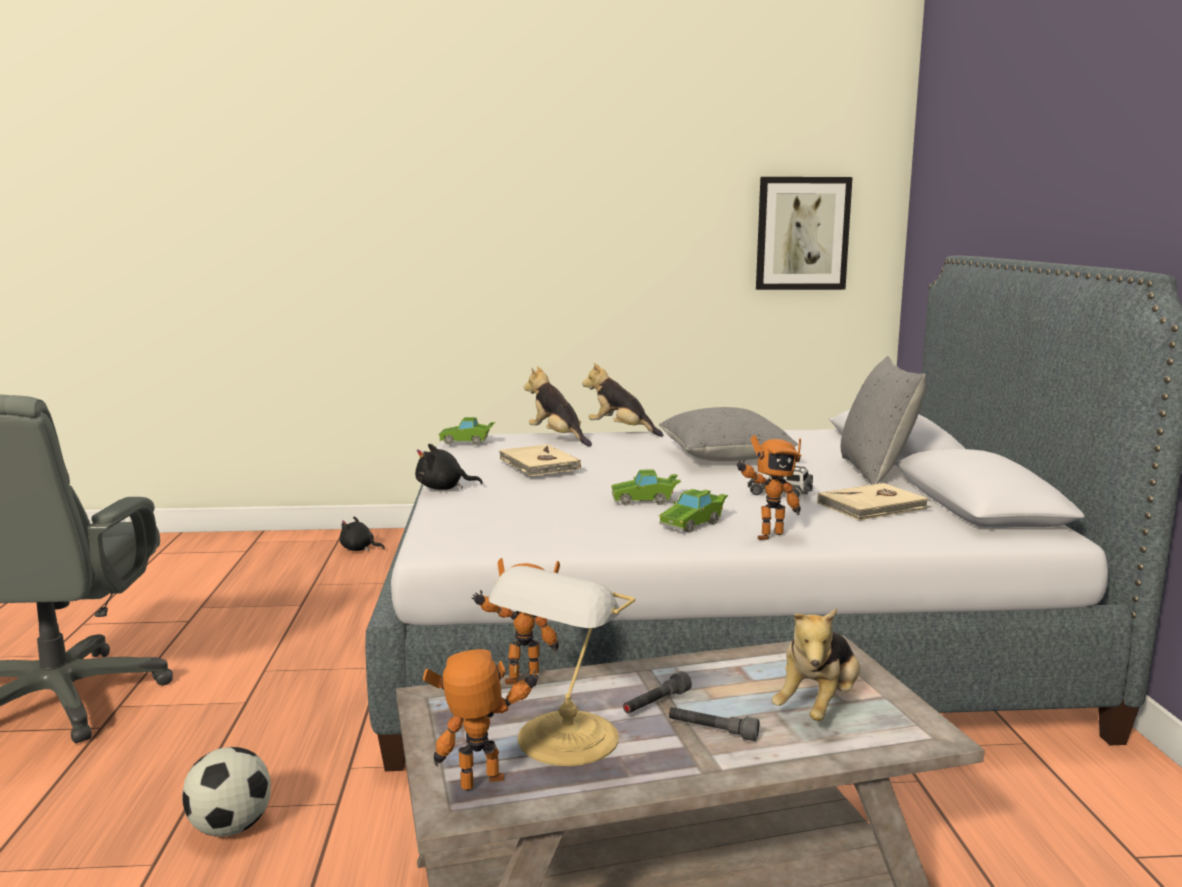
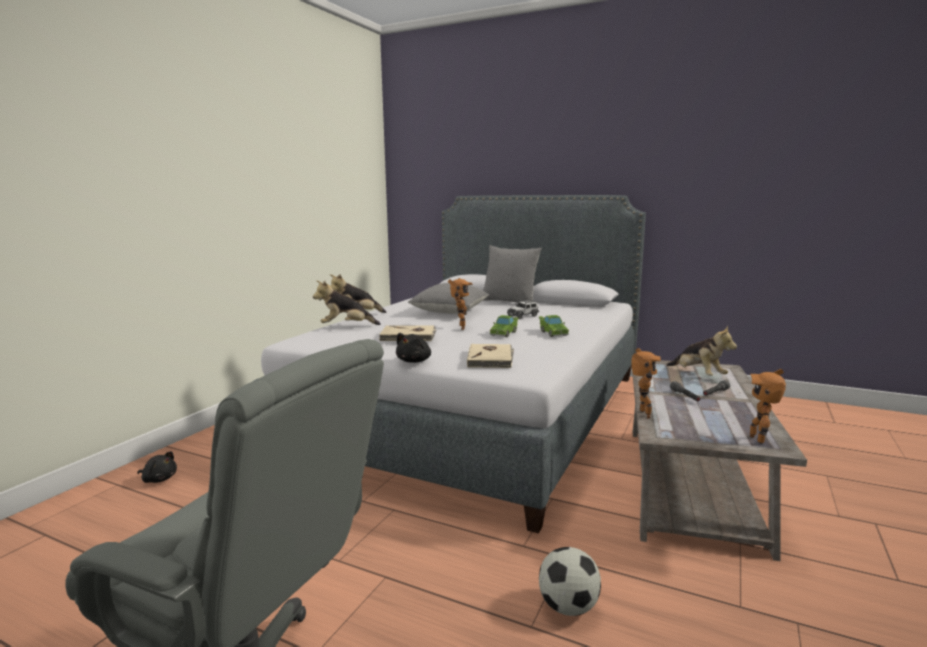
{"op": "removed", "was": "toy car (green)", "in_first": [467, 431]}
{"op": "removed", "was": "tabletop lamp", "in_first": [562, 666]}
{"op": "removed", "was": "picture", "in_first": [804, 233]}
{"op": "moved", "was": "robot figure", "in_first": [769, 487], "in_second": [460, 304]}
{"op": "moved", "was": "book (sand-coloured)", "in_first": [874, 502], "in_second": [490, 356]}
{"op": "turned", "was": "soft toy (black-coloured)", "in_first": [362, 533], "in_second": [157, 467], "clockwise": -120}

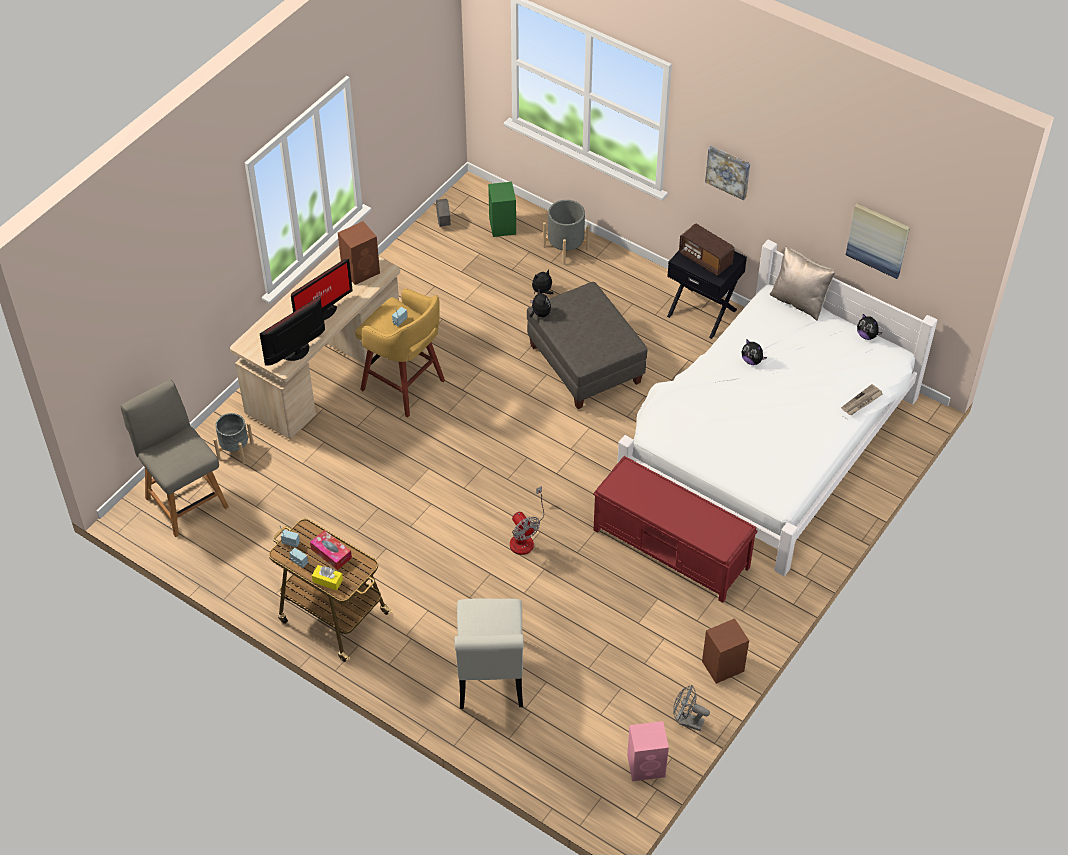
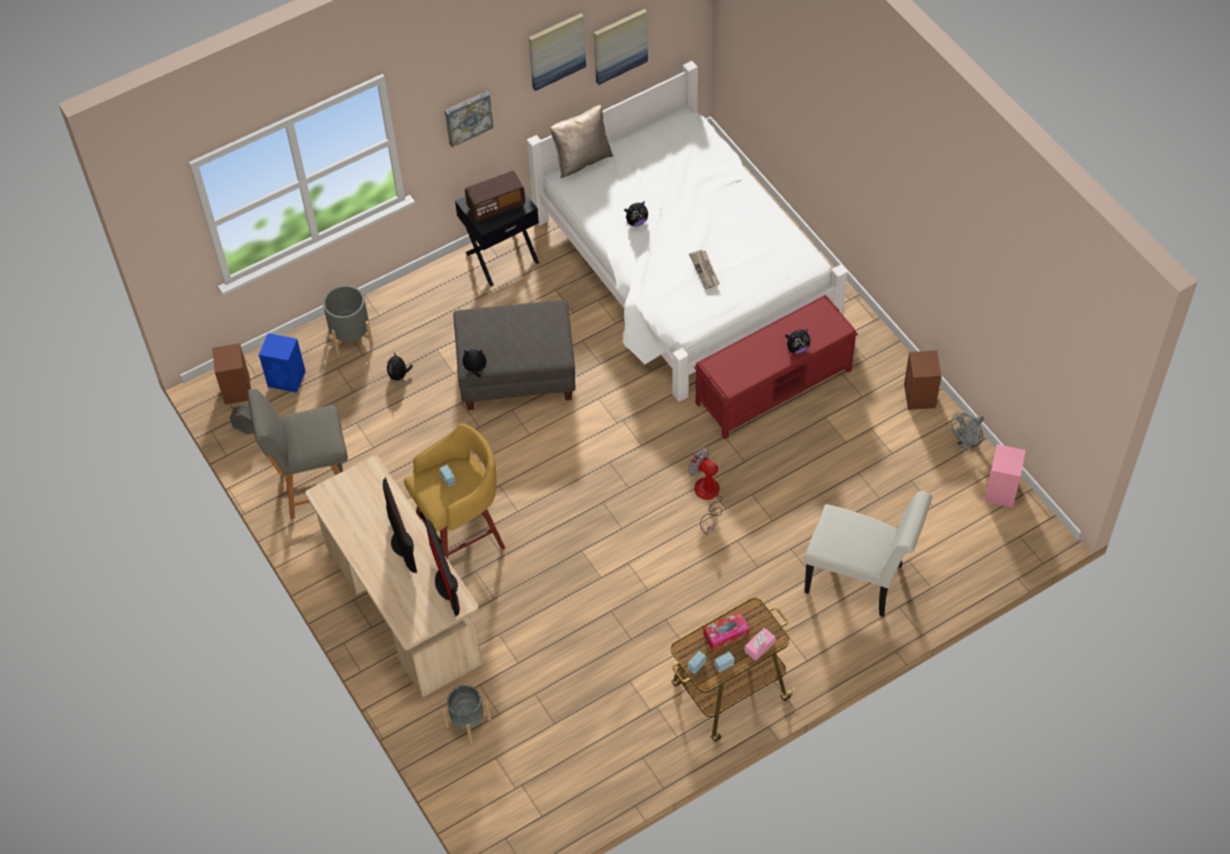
{"op": "added", "now": "picture", "in_second": [557, 52]}
{"op": "moved", "was": "upright chair (grey)", "in_first": [175, 458], "in_second": [297, 454]}
{"op": "moved", "was": "audio speaker (brownish)", "in_first": [359, 253], "in_second": [231, 374]}
{"op": "moved", "was": "printed paper", "in_first": [862, 399], "in_second": [704, 269]}
{"op": "moved", "was": "soft toy", "in_first": [869, 327], "in_second": [797, 341]}
{"op": "recoloured", "was": "tissue holder (yellowish)", "now": "tissue holder (pink)", "in_first": [327, 578], "in_second": [760, 644]}
{"op": "recoloured", "was": "audio speaker (green)", "now": "audio speaker (blue)", "in_first": [502, 209], "in_second": [282, 363]}
{"op": "turned", "was": "fan", "in_first": [527, 520], "in_second": [705, 491], "clockwise": -135}

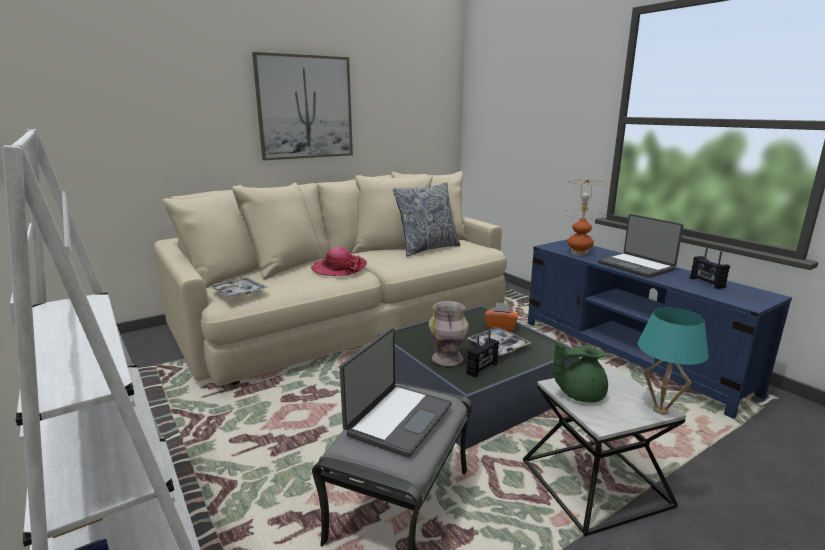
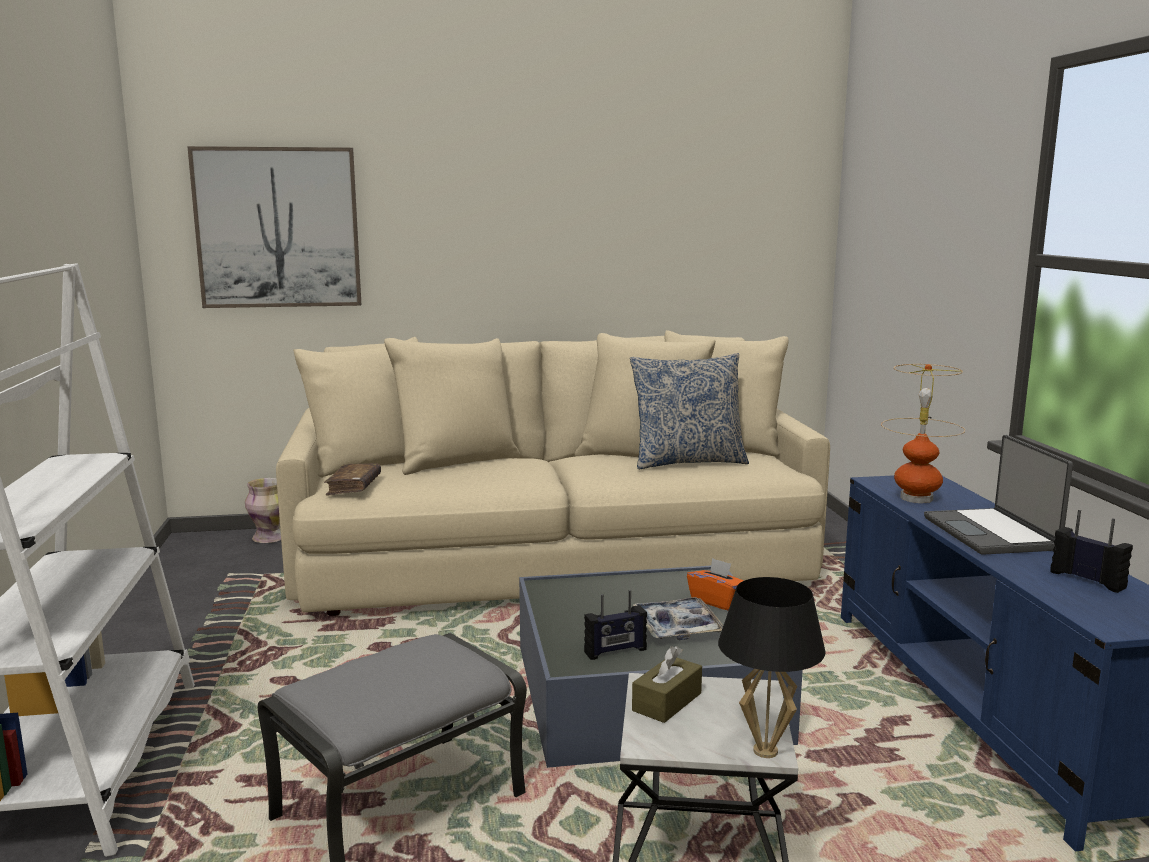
{"op": "removed", "was": "clothing hat", "in_first": [339, 261]}
{"op": "removed", "was": "notebook computer", "in_first": [396, 393]}
{"op": "moved", "was": "picture", "in_first": [302, 106], "in_second": [274, 227]}
{"op": "moved", "was": "vase", "in_first": [448, 333], "in_second": [263, 510]}
{"op": "replaced", "was": "carrying tray", "now": "book (brownish)", "in_first": [238, 288], "in_second": [352, 479]}
{"op": "replaced", "was": "pot for tea (green)", "now": "tissue holder (brownish)", "in_first": [580, 372], "in_second": [667, 684]}
{"op": "recoloured", "was": "tabletop lamp (blue-green)", "now": "tabletop lamp (black-coloured)", "in_first": [673, 361], "in_second": [771, 667]}
{"op": "turned", "was": "radio", "in_first": [710, 268], "in_second": [1091, 551], "clockwise": 135}

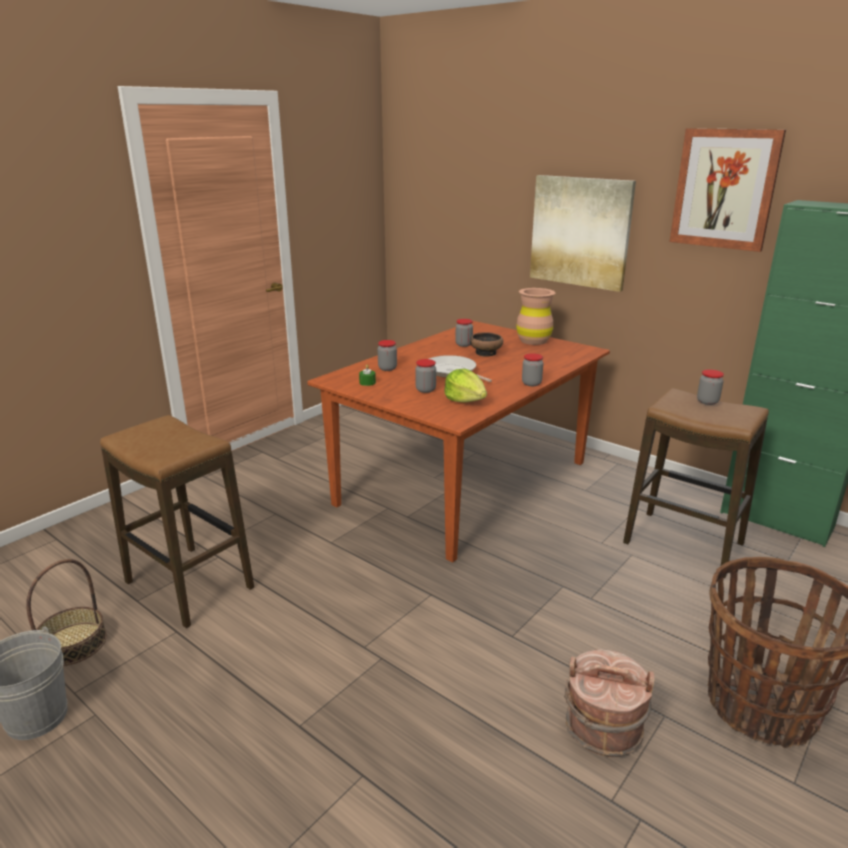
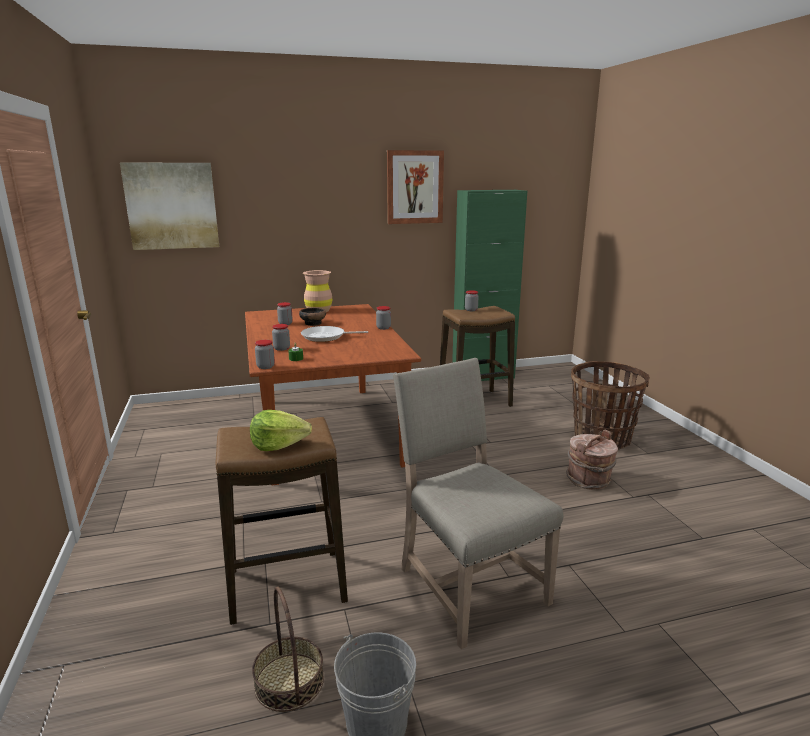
{"op": "added", "now": "upright chair (sand-coloured)", "in_second": [478, 503]}
{"op": "moved", "was": "jar", "in_first": [425, 376], "in_second": [265, 354]}
{"op": "moved", "was": "head of lettuce", "in_first": [465, 385], "in_second": [281, 430]}
{"op": "moved", "was": "picture", "in_first": [583, 233], "in_second": [169, 206]}

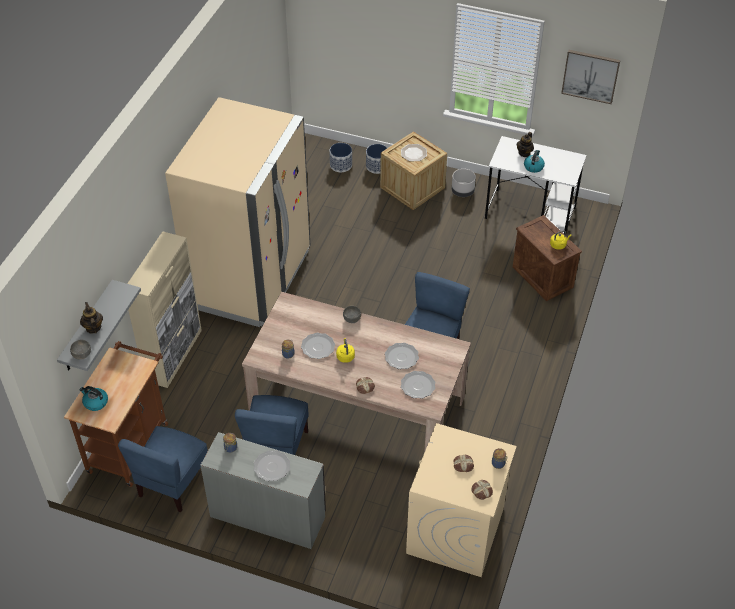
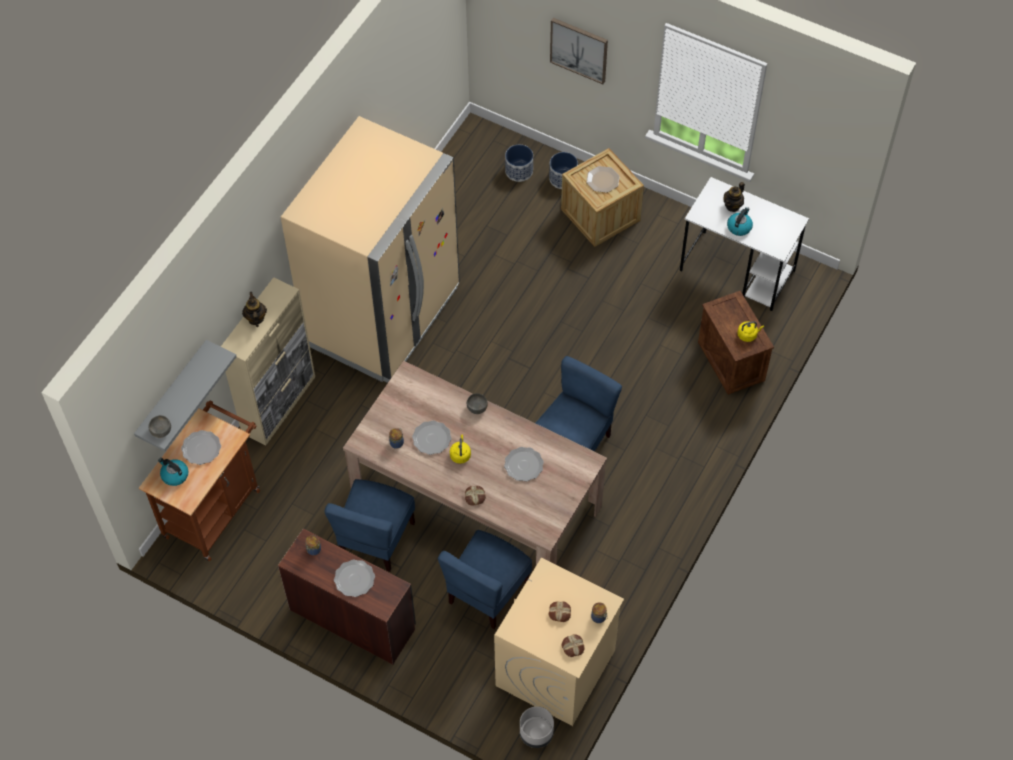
{"op": "moved", "was": "pot for tea", "in_first": [91, 317], "in_second": [254, 309]}
{"op": "moved", "was": "upright chair (blue)", "in_first": [163, 469], "in_second": [485, 579]}
{"op": "moved", "was": "plate", "in_first": [418, 385], "in_second": [201, 447]}
{"op": "moved", "was": "plant pot (grey)", "in_first": [464, 183], "in_second": [537, 727]}
{"op": "moved", "was": "picture", "in_first": [590, 77], "in_second": [579, 51]}
{"op": "recoloured", "was": "desk table (grey)", "now": "desk table (brownish)", "in_first": [263, 490], "in_second": [347, 596]}

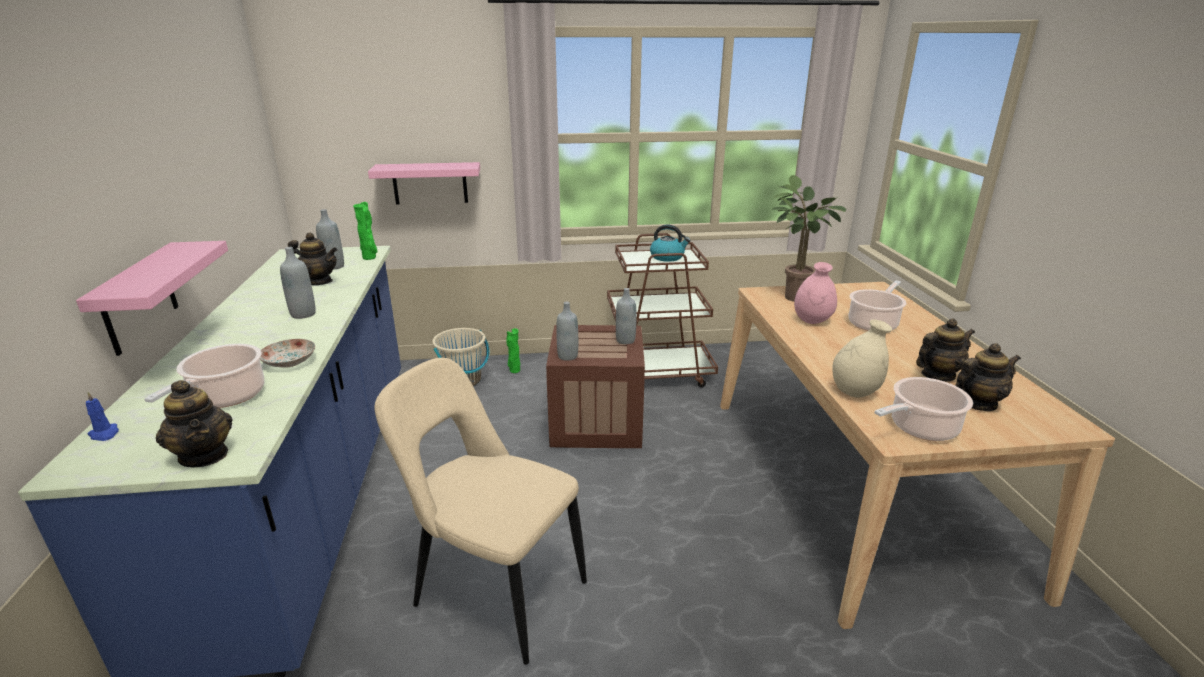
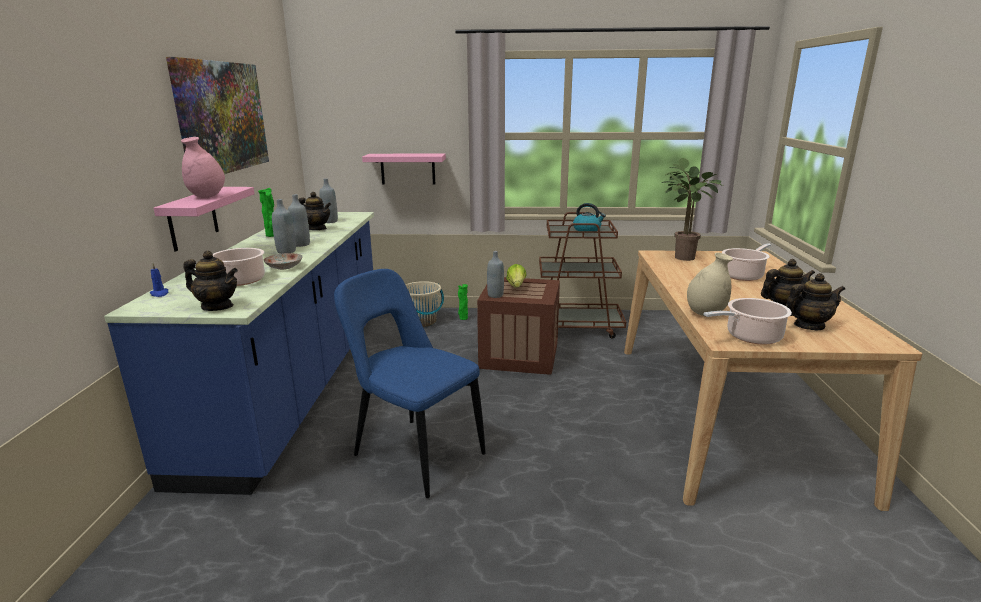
{"op": "added", "now": "picture", "in_second": [217, 115]}
{"op": "added", "now": "head of lettuce", "in_second": [516, 276]}
{"op": "moved", "was": "vase (green)", "in_first": [365, 231], "in_second": [266, 212]}
{"op": "moved", "was": "beverage bottle (grey)", "in_first": [626, 316], "in_second": [284, 226]}
{"op": "moved", "was": "vase (pink)", "in_first": [815, 293], "in_second": [203, 167]}
{"op": "recoloured", "was": "upright chair (sand-coloured)", "now": "upright chair (blue)", "in_first": [480, 511], "in_second": [410, 383]}
{"op": "turned", "was": "pot for tea", "in_first": [194, 423], "in_second": [210, 281], "clockwise": -45}

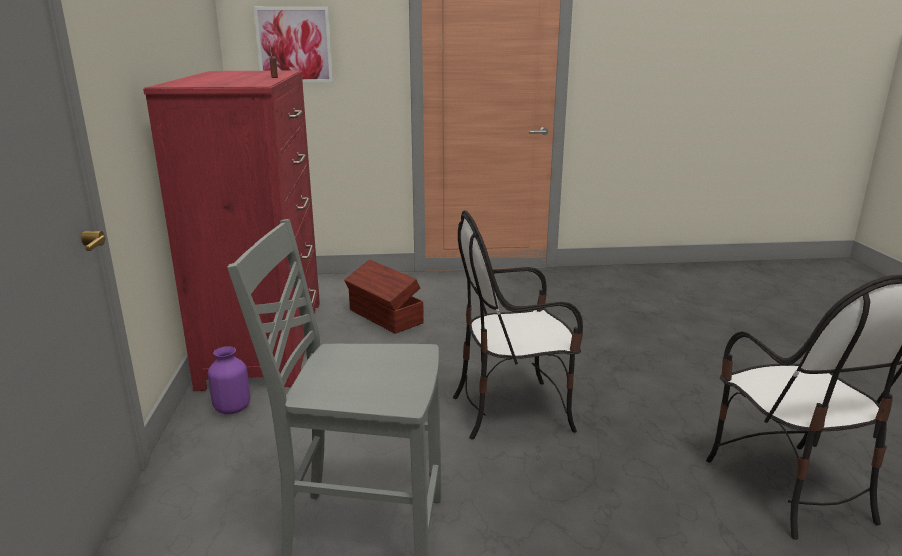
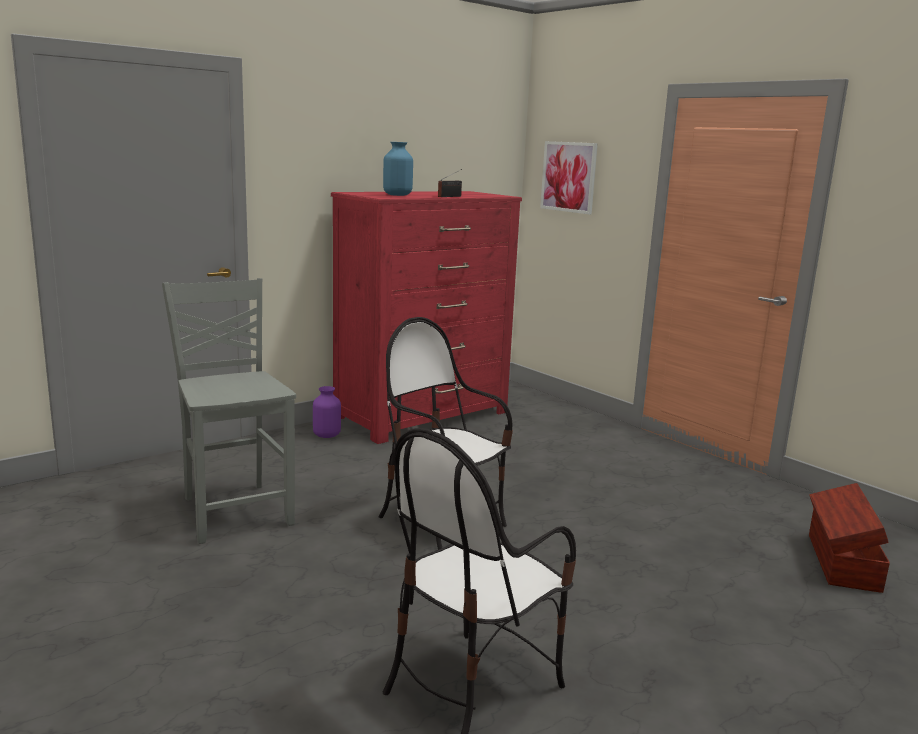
{"op": "added", "now": "vase (blue)", "in_second": [398, 169]}
{"op": "moved", "was": "storage bin (brownish)", "in_first": [384, 296], "in_second": [849, 538]}

